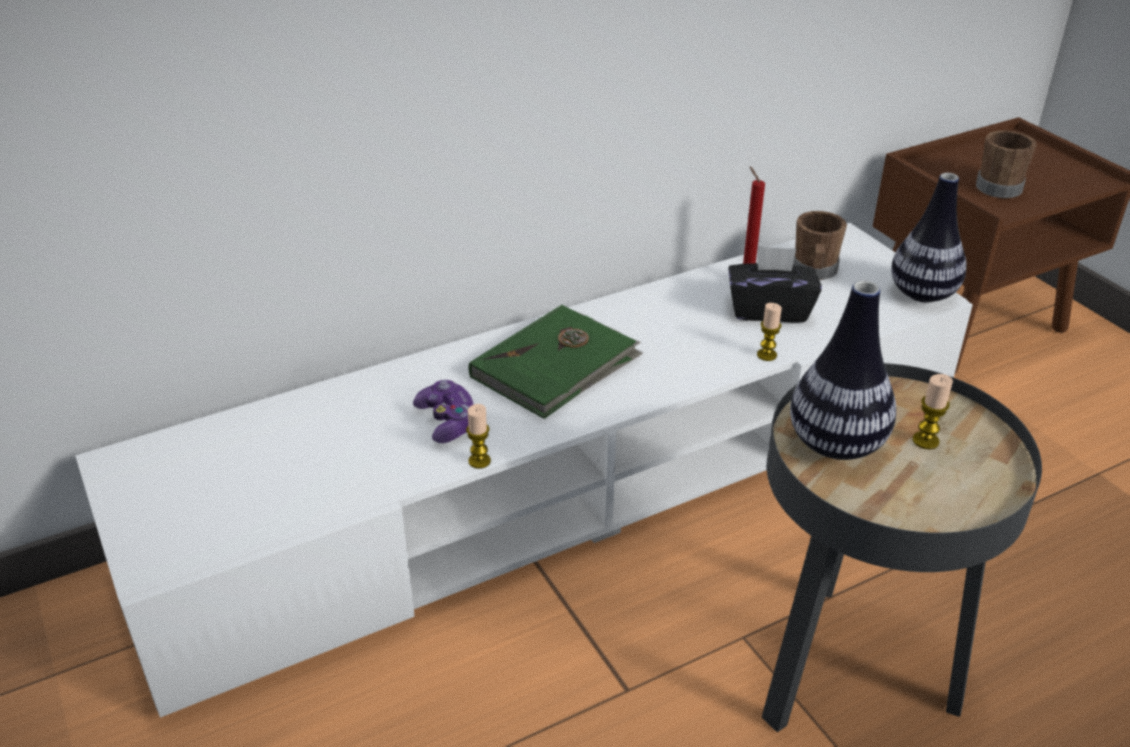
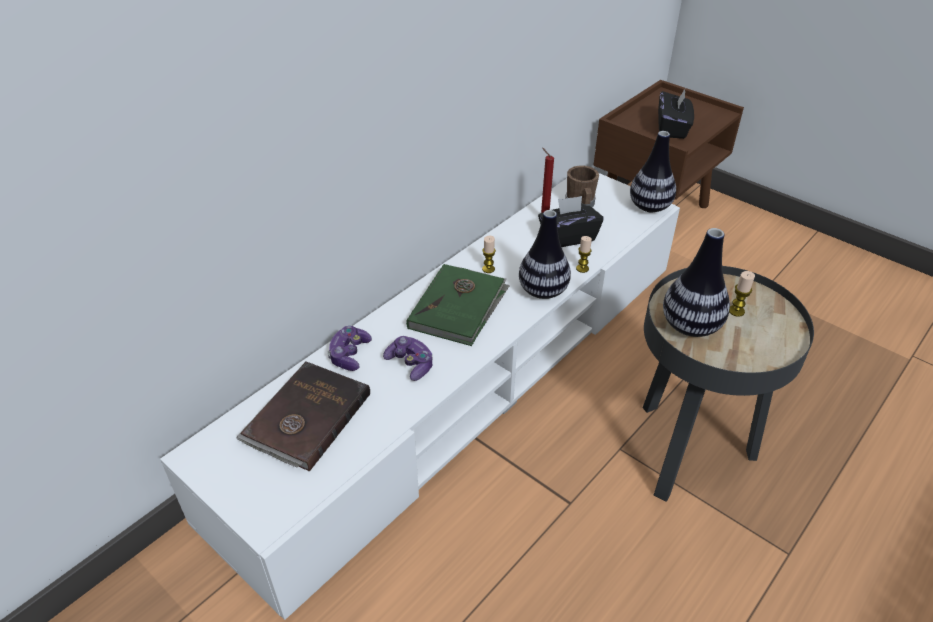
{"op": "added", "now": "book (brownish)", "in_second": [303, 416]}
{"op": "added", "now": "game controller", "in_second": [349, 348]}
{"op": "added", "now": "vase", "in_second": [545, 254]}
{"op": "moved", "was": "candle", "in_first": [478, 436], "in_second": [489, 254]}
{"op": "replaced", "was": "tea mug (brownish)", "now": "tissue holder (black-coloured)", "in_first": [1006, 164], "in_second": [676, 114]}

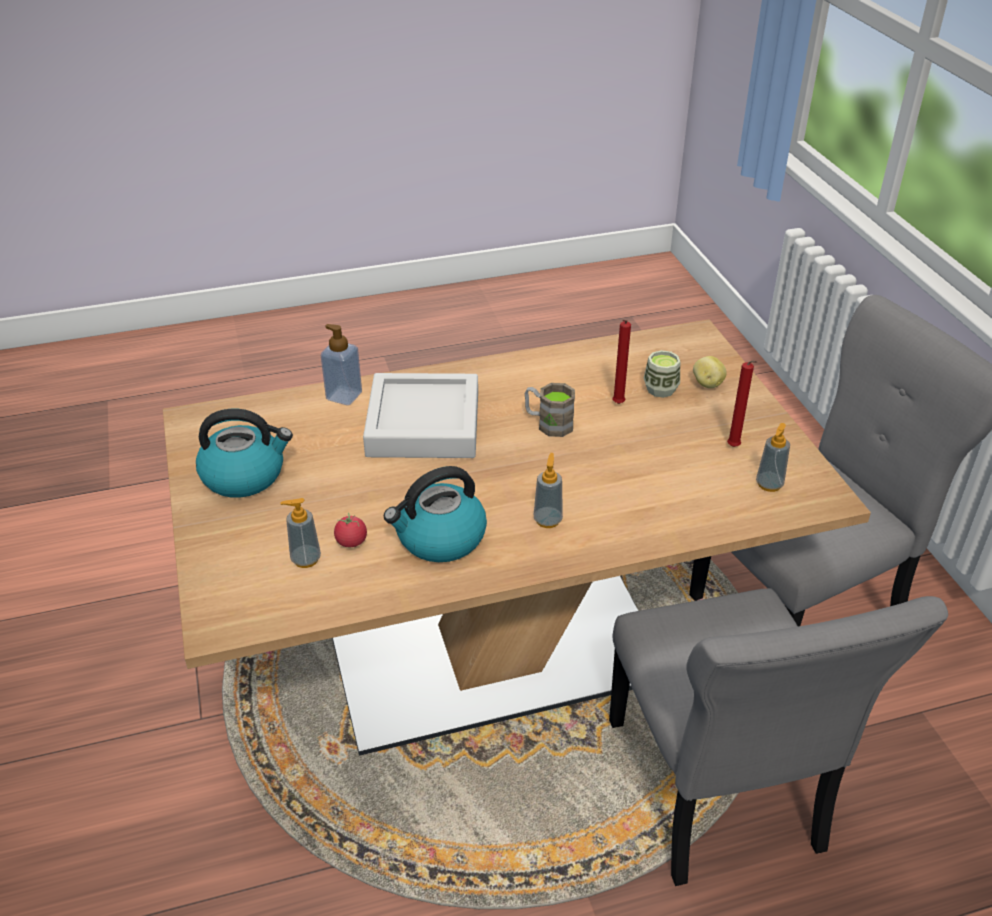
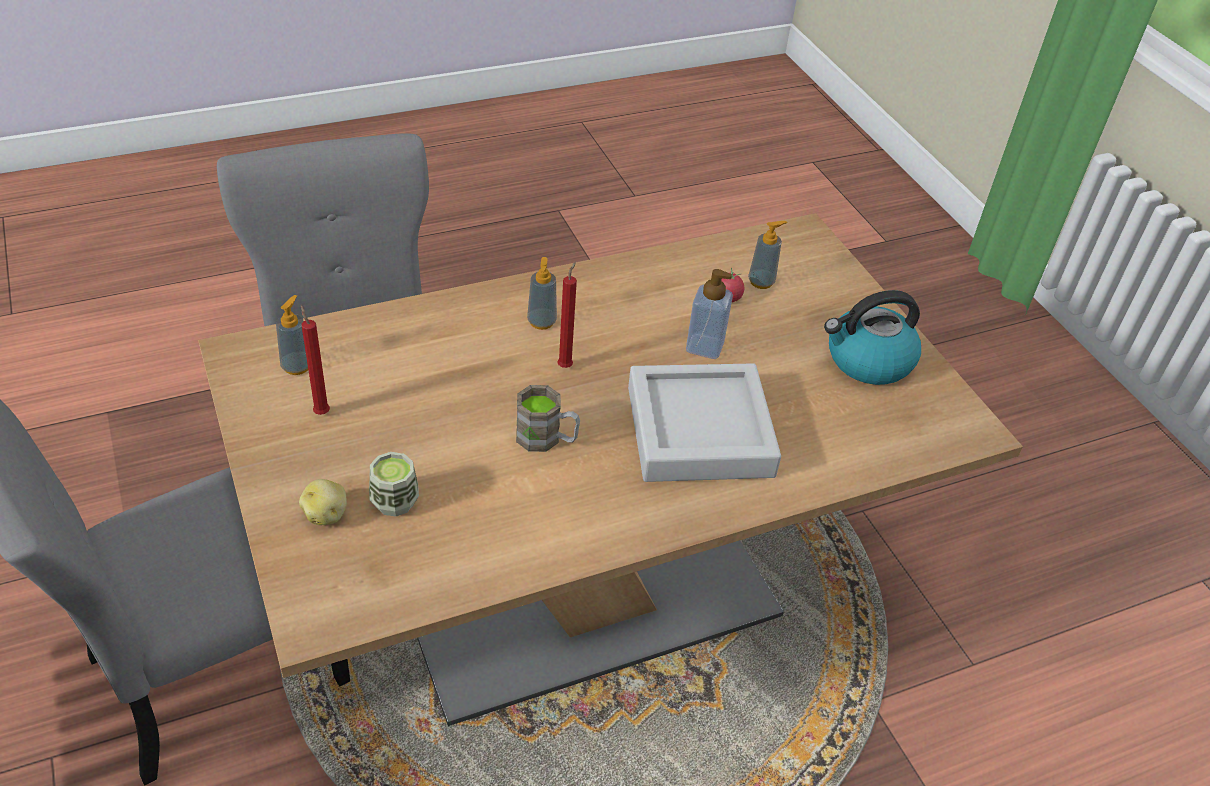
{"op": "removed", "was": "kettle", "in_first": [435, 514]}
{"op": "moved", "was": "liquid soap bottle", "in_first": [341, 364], "in_second": [709, 314]}
{"op": "moved", "was": "candle (reddish)", "in_first": [621, 362], "in_second": [567, 314]}

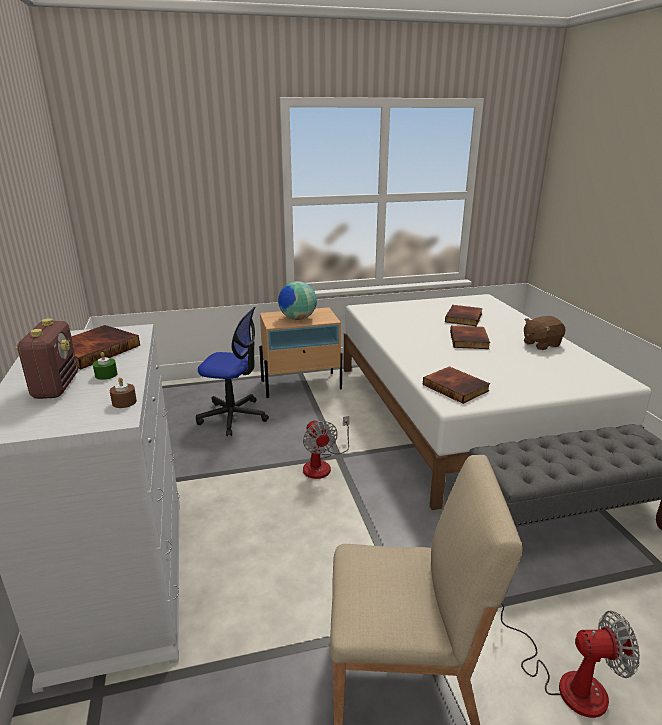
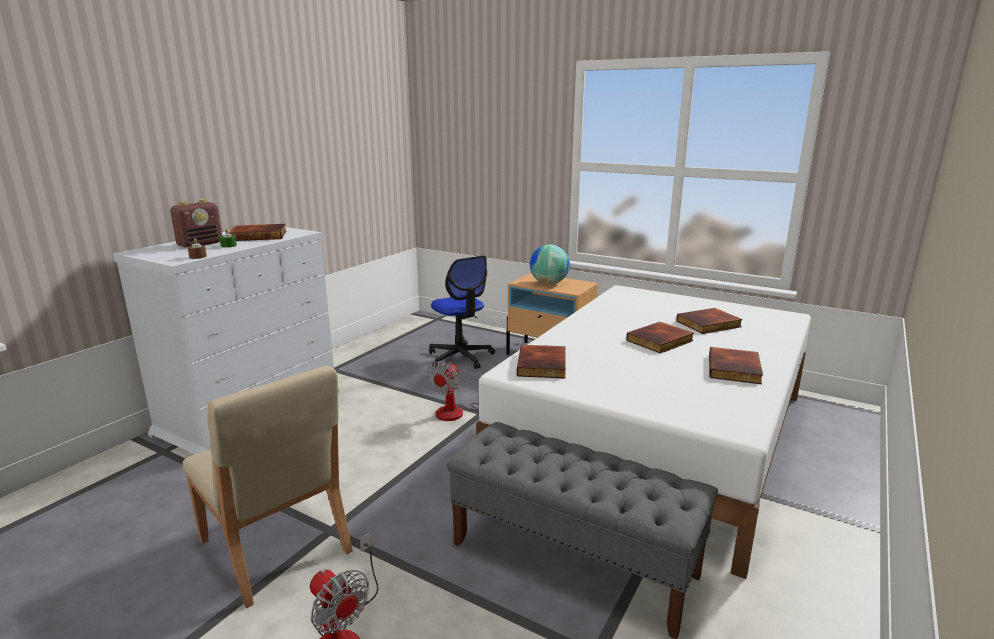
{"op": "replaced", "was": "soft toy (brownish)", "now": "book", "in_first": [544, 333], "in_second": [736, 365]}

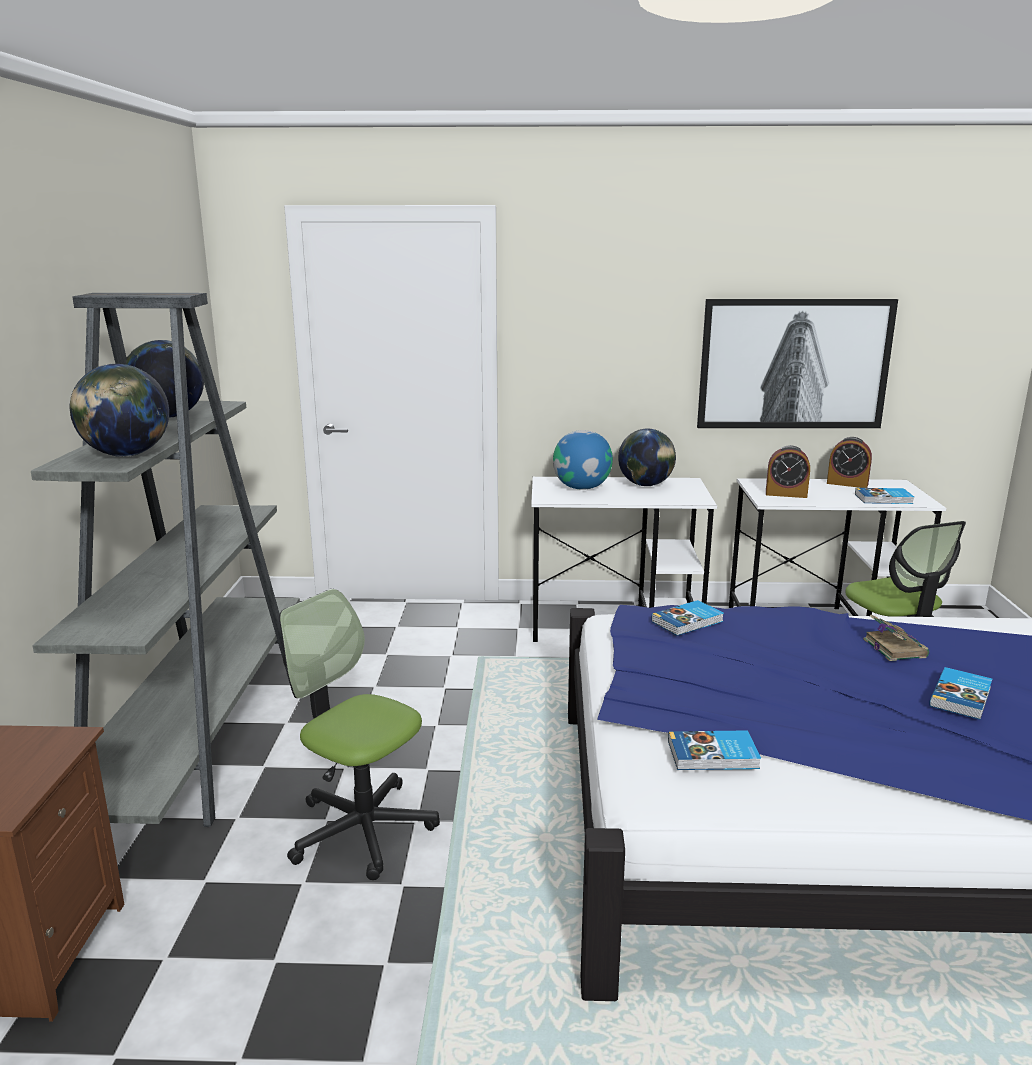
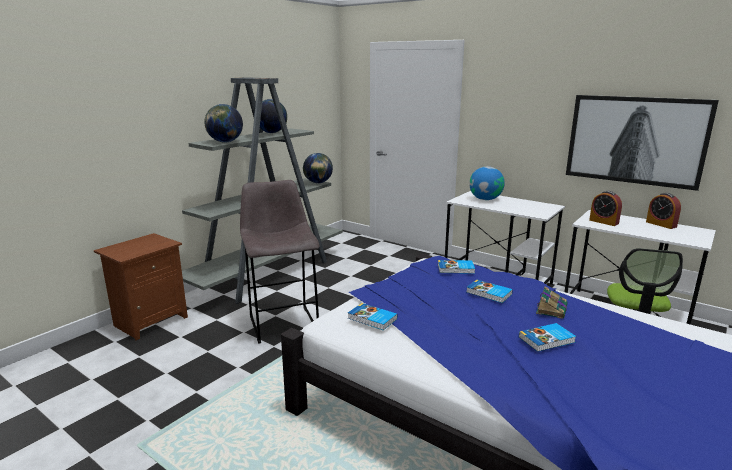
{"op": "moved", "was": "desk globe", "in_first": [647, 457], "in_second": [318, 168]}
{"op": "moved", "was": "book", "in_first": [884, 496], "in_second": [489, 291]}
{"op": "replaced", "was": "office chair", "now": "stool seat (grey)", "in_first": [359, 734], "in_second": [280, 262]}

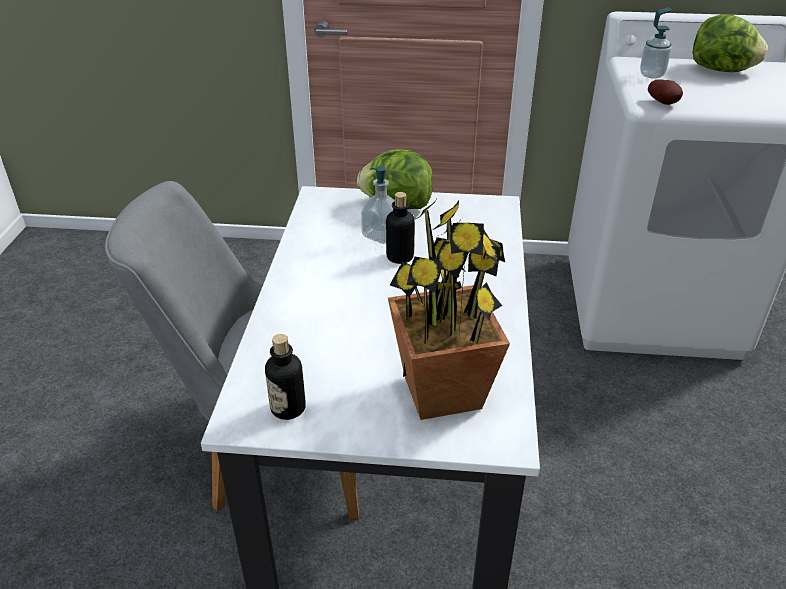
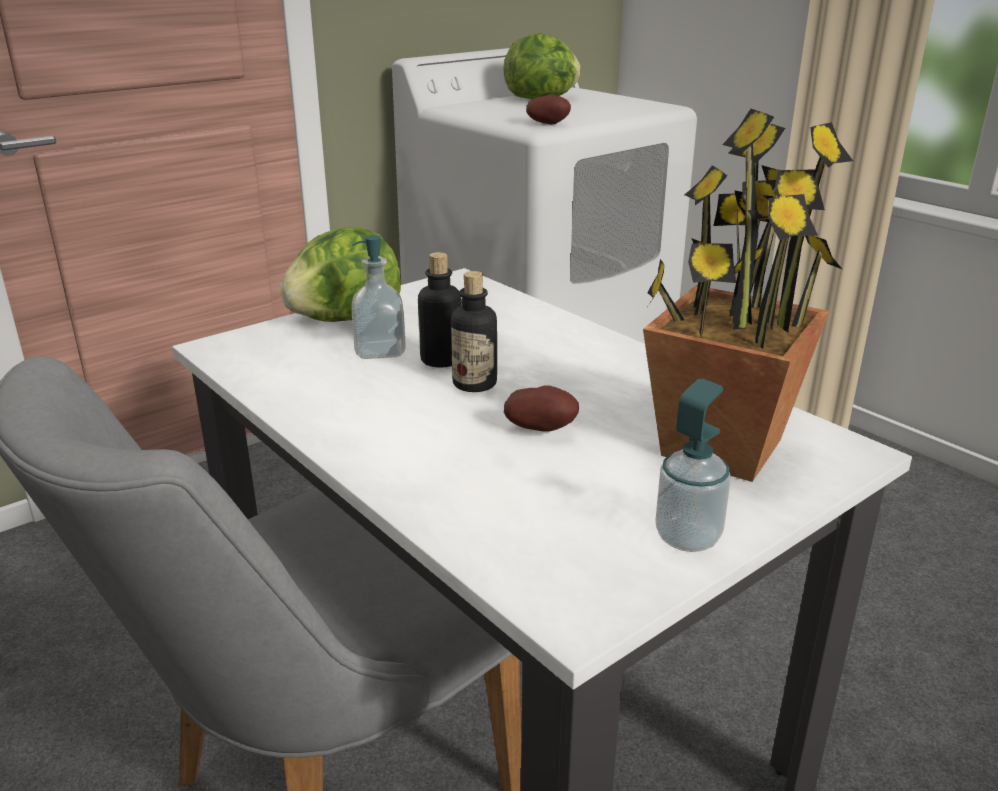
{"op": "added", "now": "potato", "in_second": [541, 409]}
{"op": "moved", "was": "beverage bottle", "in_first": [285, 377], "in_second": [474, 331]}
{"op": "moved", "was": "liquid soap bottle", "in_first": [656, 43], "in_second": [692, 465]}

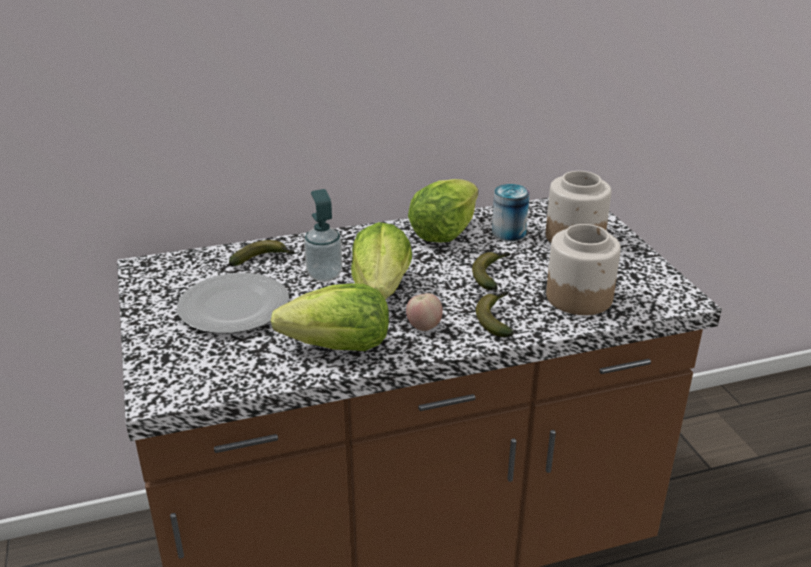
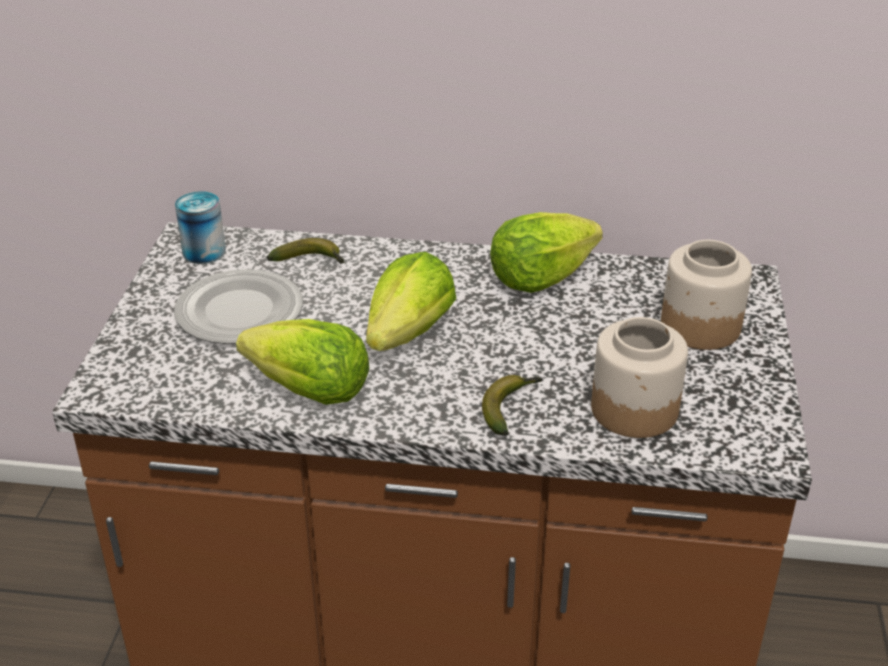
{"op": "removed", "was": "liquid soap bottle", "in_first": [323, 235]}
{"op": "removed", "was": "apple fruit", "in_first": [424, 312]}
{"op": "removed", "was": "banana", "in_first": [491, 271]}
{"op": "moved", "was": "can", "in_first": [511, 212], "in_second": [200, 227]}

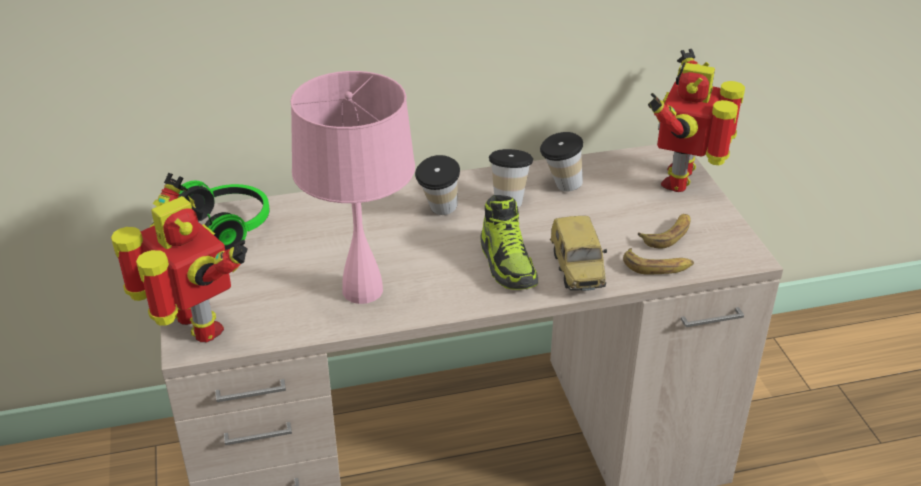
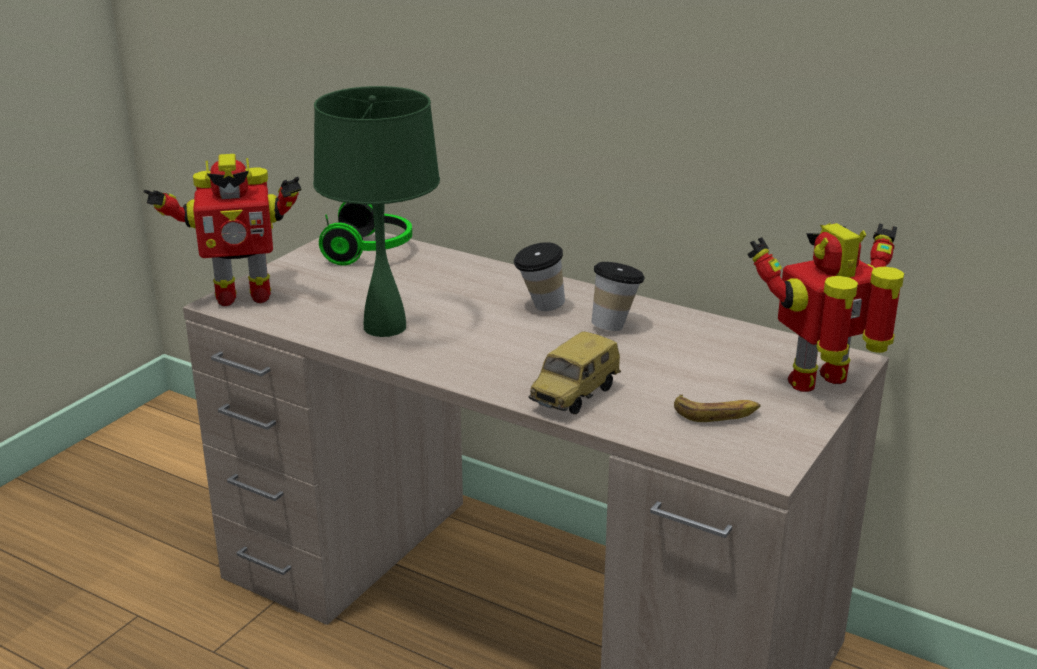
{"op": "removed", "was": "shoe", "in_first": [509, 242]}
{"op": "removed", "was": "cup", "in_first": [561, 162]}
{"op": "removed", "was": "banana", "in_first": [658, 261]}
{"op": "recoloured", "was": "tabletop lamp (pink)", "now": "tabletop lamp (green)", "in_first": [353, 187], "in_second": [376, 211]}
{"op": "turned", "was": "robot figure", "in_first": [179, 257], "in_second": [223, 230], "clockwise": 75}

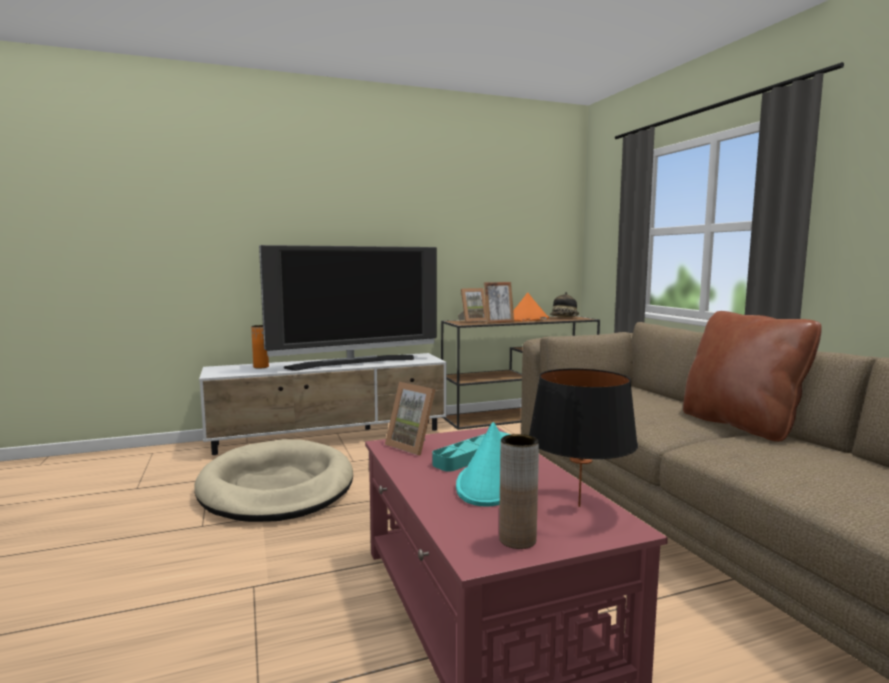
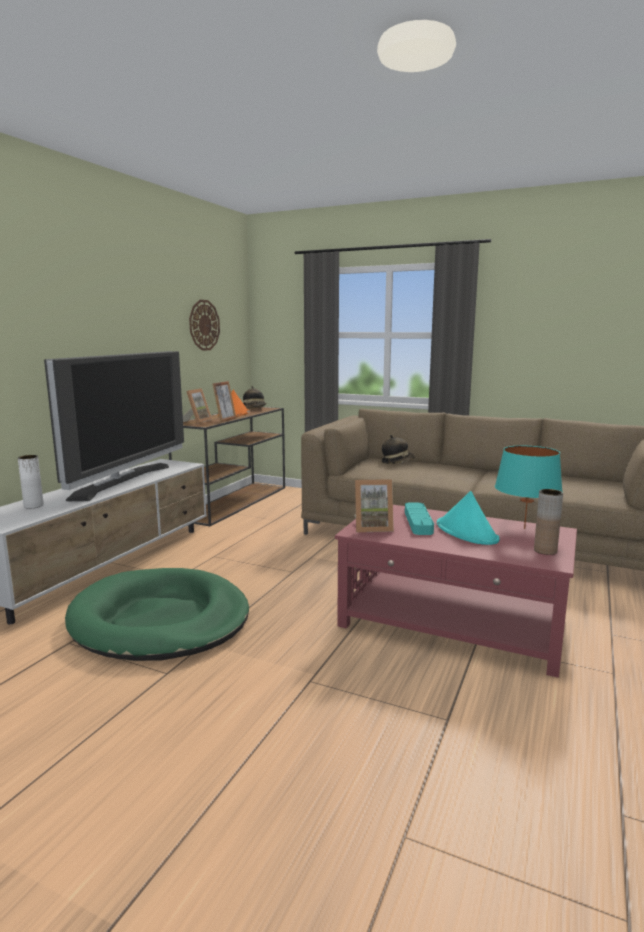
{"op": "removed", "was": "throw pillow (brownish)", "in_first": [752, 376]}
{"op": "added", "now": "wall clock", "in_second": [204, 325]}
{"op": "added", "now": "clothing hat", "in_second": [398, 449]}
{"op": "recoloured", "was": "dog cushion (sand-coloured)", "now": "dog cushion (green)", "in_first": [273, 480], "in_second": [157, 614]}
{"op": "recoloured", "was": "vase (orange)", "now": "vase (white)", "in_first": [260, 347], "in_second": [31, 482]}
{"op": "recoloured", "was": "tabletop lamp (black-coloured)", "now": "tabletop lamp (blue-green)", "in_first": [583, 437], "in_second": [529, 487]}

